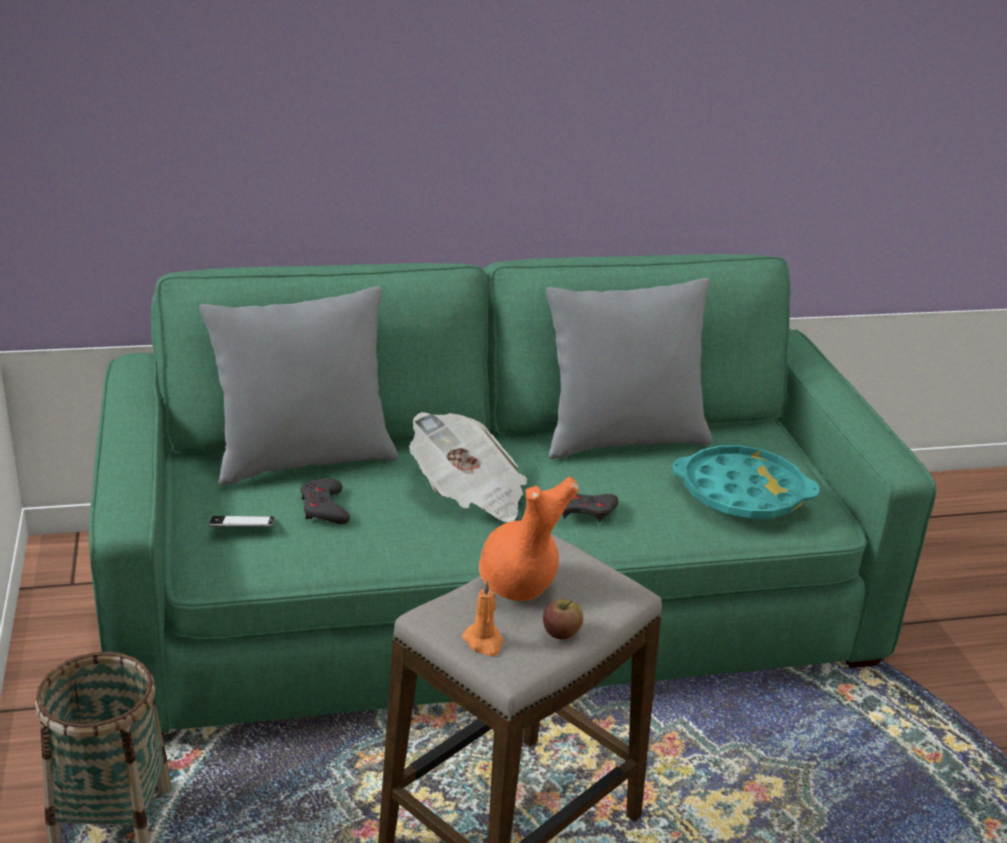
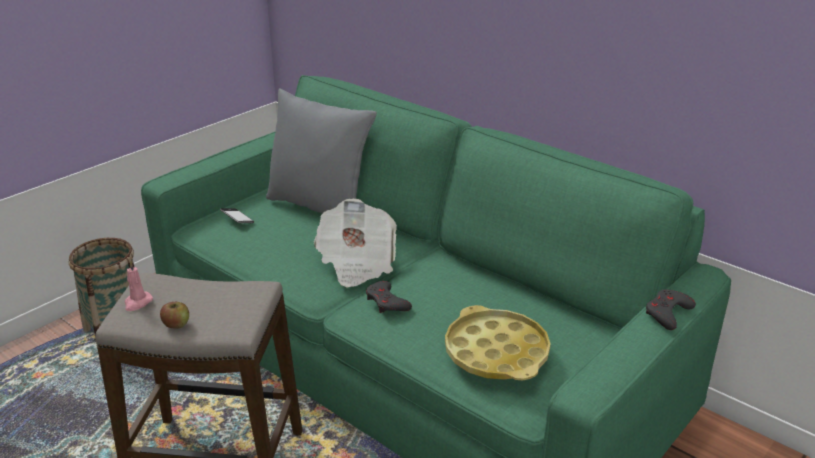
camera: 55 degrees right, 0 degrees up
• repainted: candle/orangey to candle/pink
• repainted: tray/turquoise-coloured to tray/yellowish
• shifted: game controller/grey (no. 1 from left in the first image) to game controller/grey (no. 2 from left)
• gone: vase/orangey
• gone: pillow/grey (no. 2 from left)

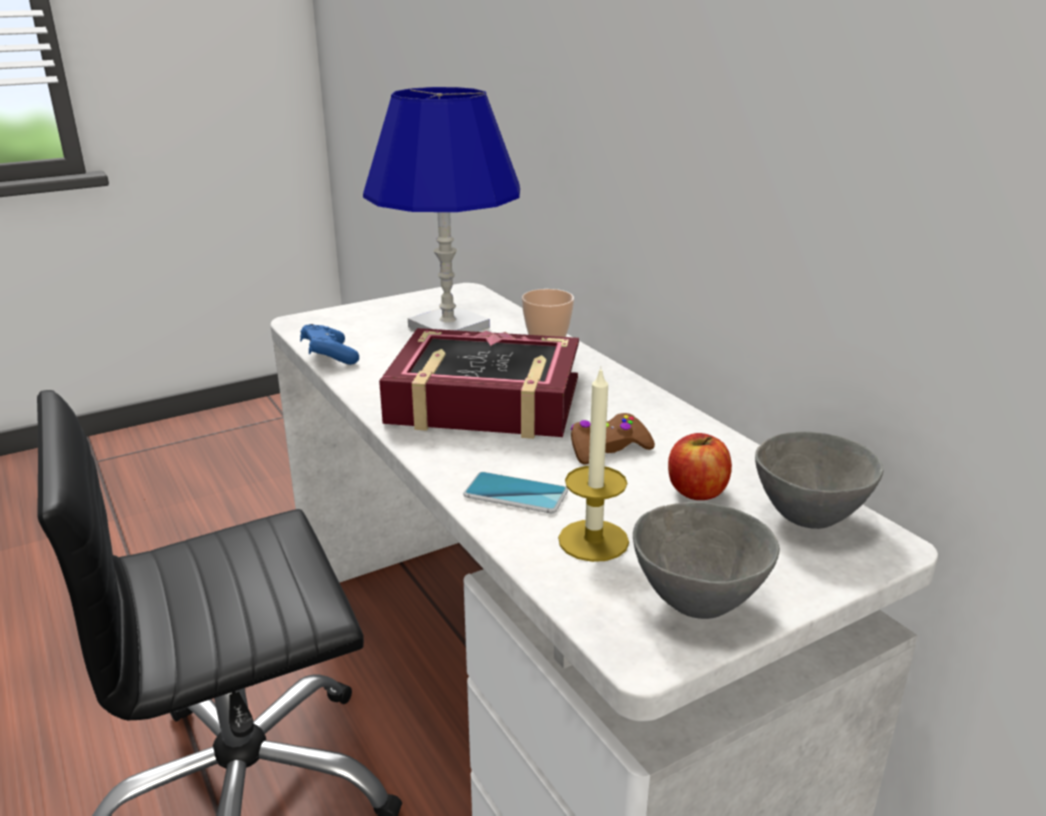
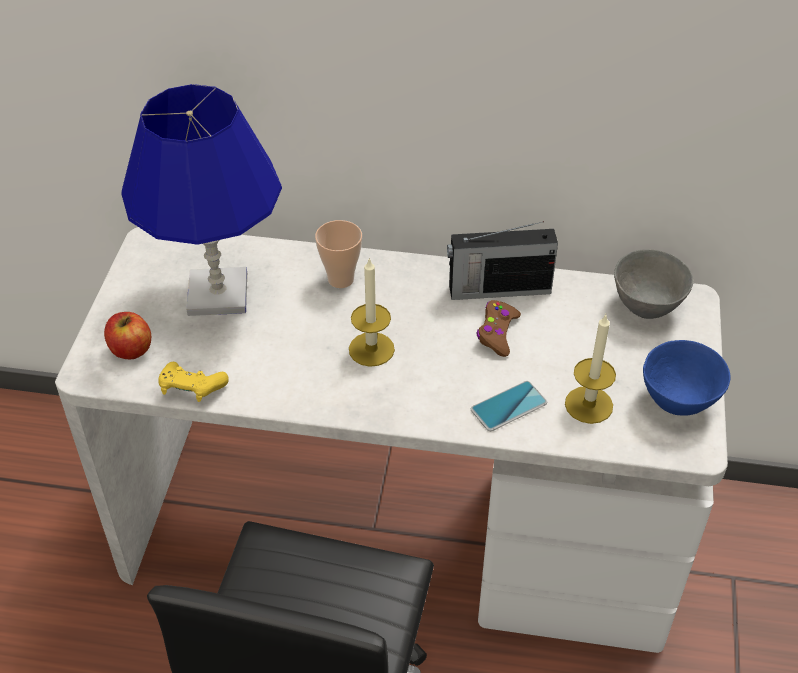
camera: 50 degrees left, 20 degrees up
• shifted: whole apple
• repainted: game controller/blue-coloured to game controller/yellowish
• swapped: volume to candle (no. 1 from left)
• new: radio receiver
• repainted: bowl/grey (no. 1 from left) to bowl/blue-coloured

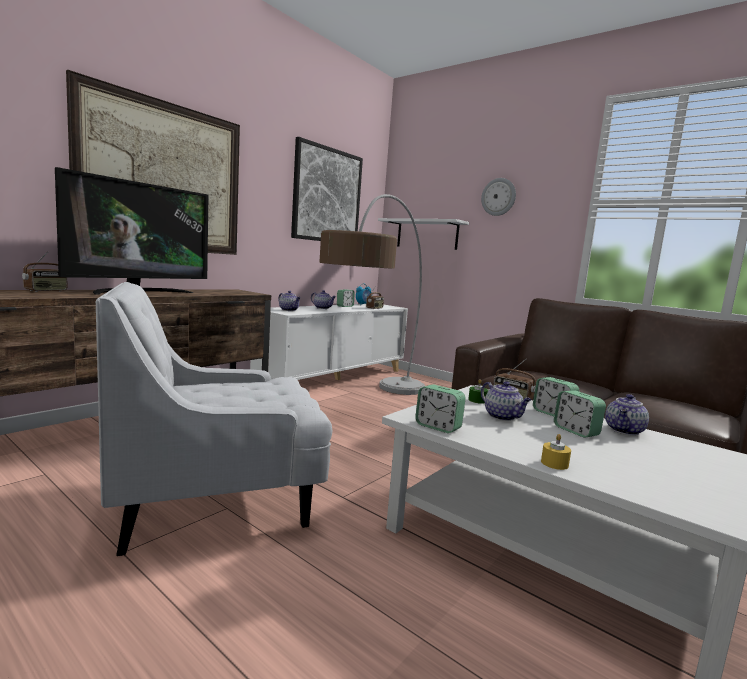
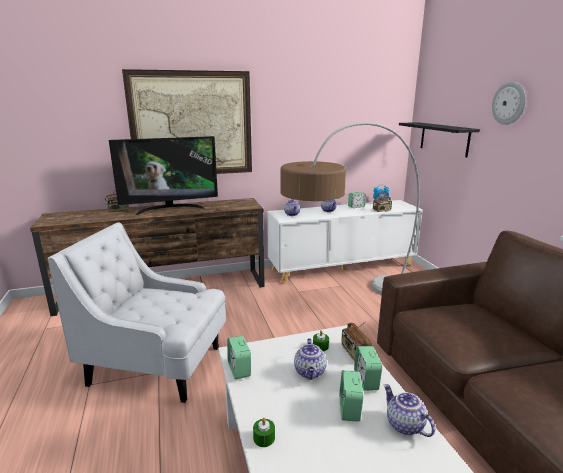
camera: 35 degrees right, 10 degrees up
• repainted: candle/yellowish to candle/greenish (no. 1 from left)
• rotated: pot for tea (no. 4 from left) 75 degrees clockwise
• repainted: bracket shelf/whitish to bracket shelf/black
• gone: wall picture (no. 2 from left)

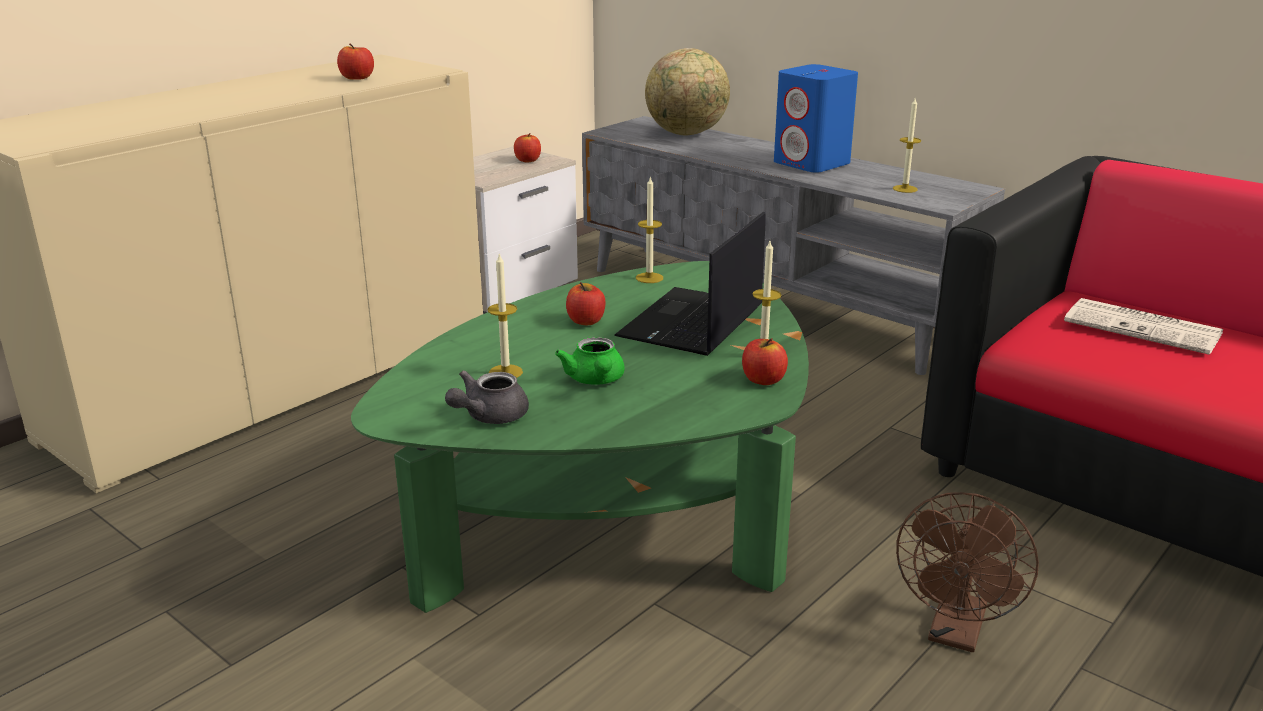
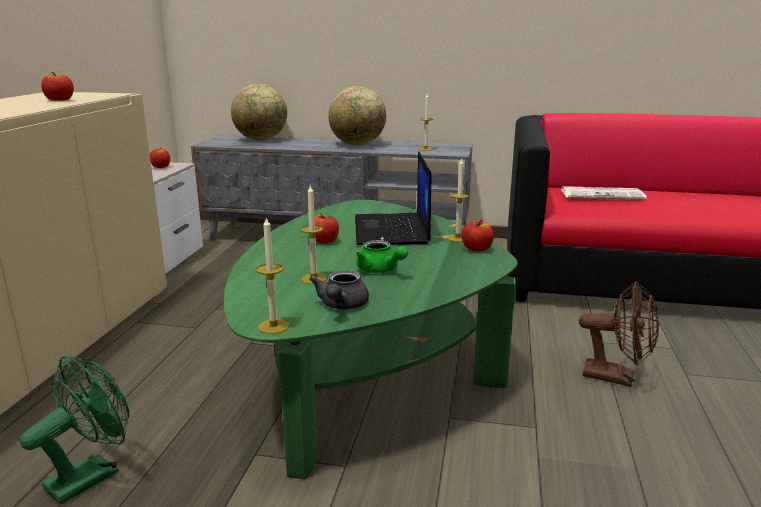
camera: 30 degrees left, 5 degrees down
• new: fan/greenish
• shifted: candle (no. 2 from left in the first image) to candle (no. 1 from left)
• swapped: loudspeaker/blue-coloured to world globe (no. 2 from left)
• rotated: fan/brownish 60 degrees counterclockwise

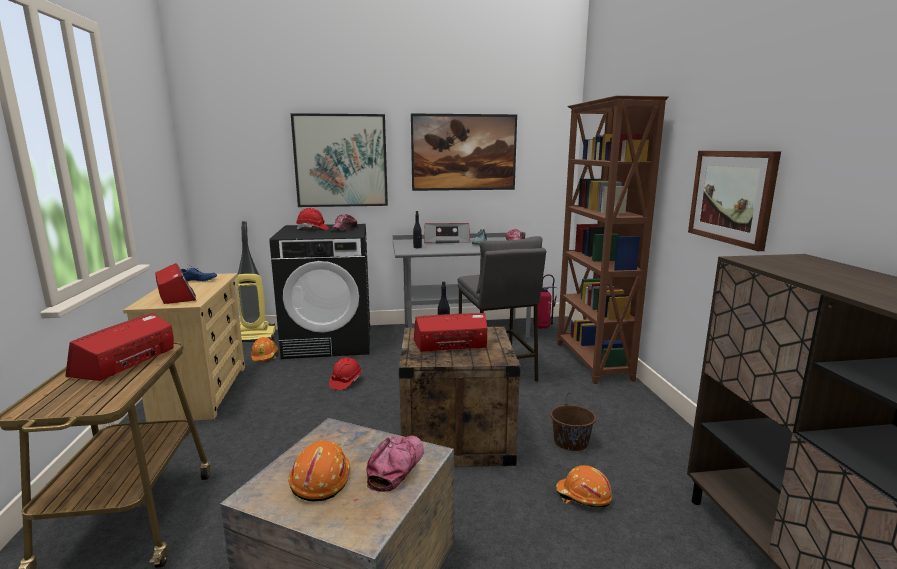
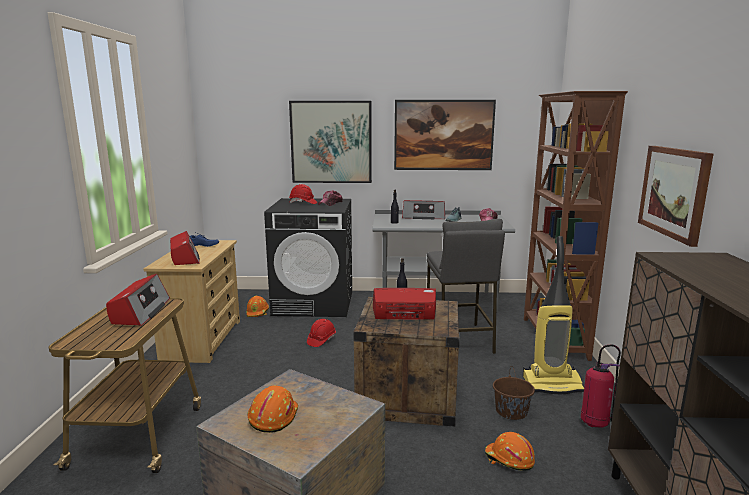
camera: 10 degrees right, 0 degrees up
• rotated: radio receiver (no. 1 from left) 150 degrees clockwise
• shifted: vacuum cleaner
• shifted: extinguisher
• gone: peaked cap (no. 2 from left)

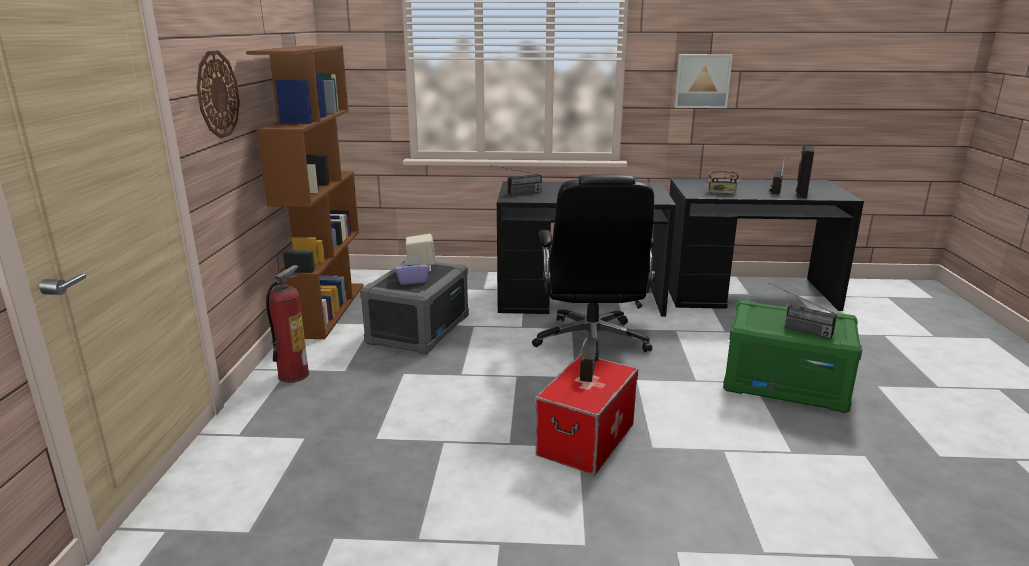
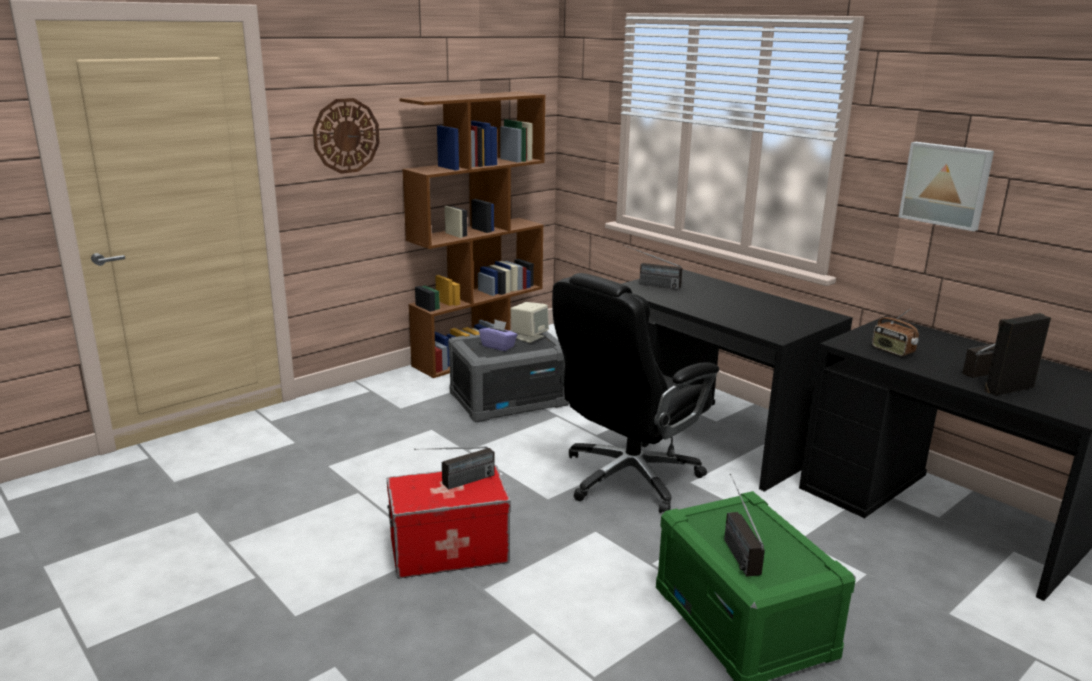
camera: 45 degrees right, 0 degrees up
• gone: extinguisher

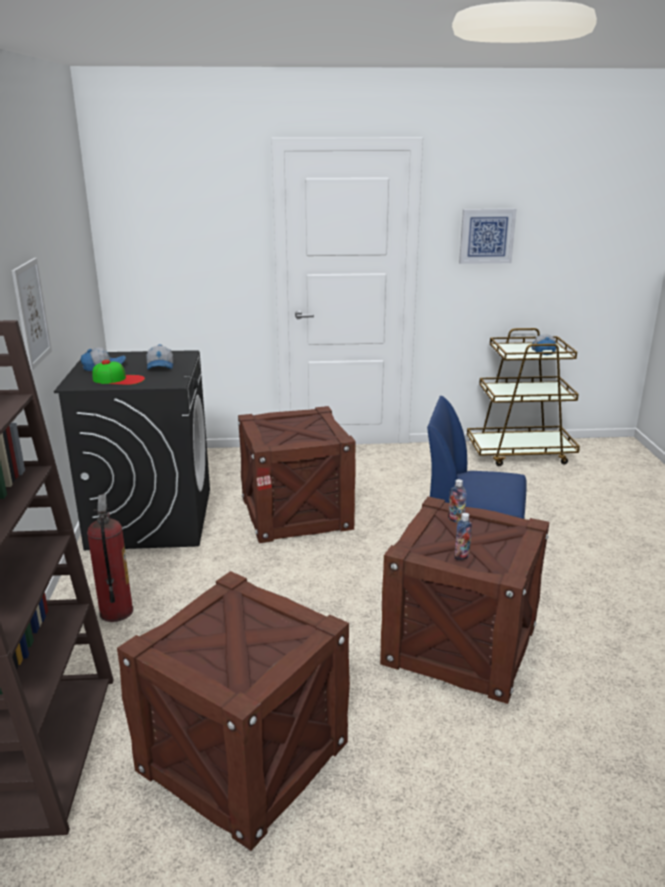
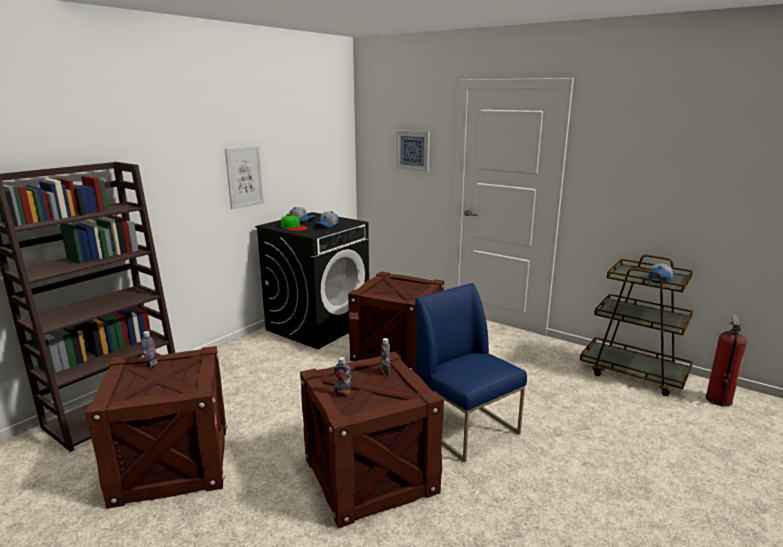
camera: 40 degrees right, 5 degrees down
• new: bottle (no. 1 from left)
• shifted: wall picture (no. 2 from left)
• shifted: extinguisher

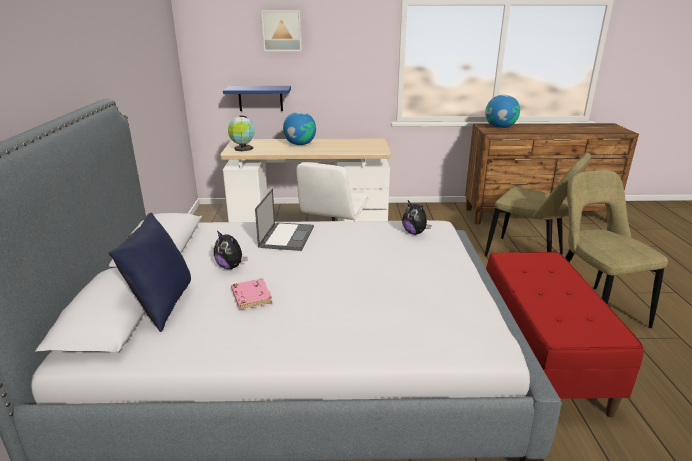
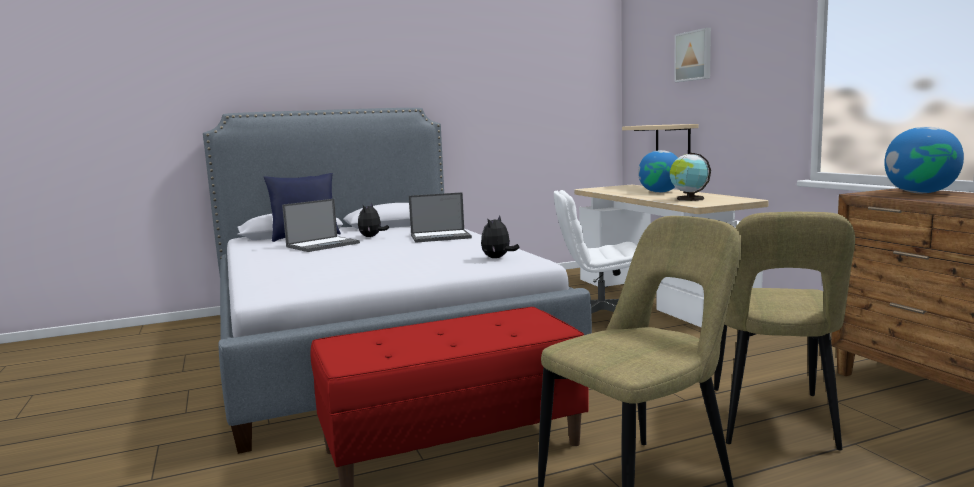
camera: 70 degrees right, 15 degrees down
• swapped: volume/pink to portable computer (no. 1 from left)
• repainted: bracket shelf/blue-coloured to bracket shelf/beige-coloured
• shifted: world globe (no. 1 from left in the first image) to world globe (no. 2 from left)

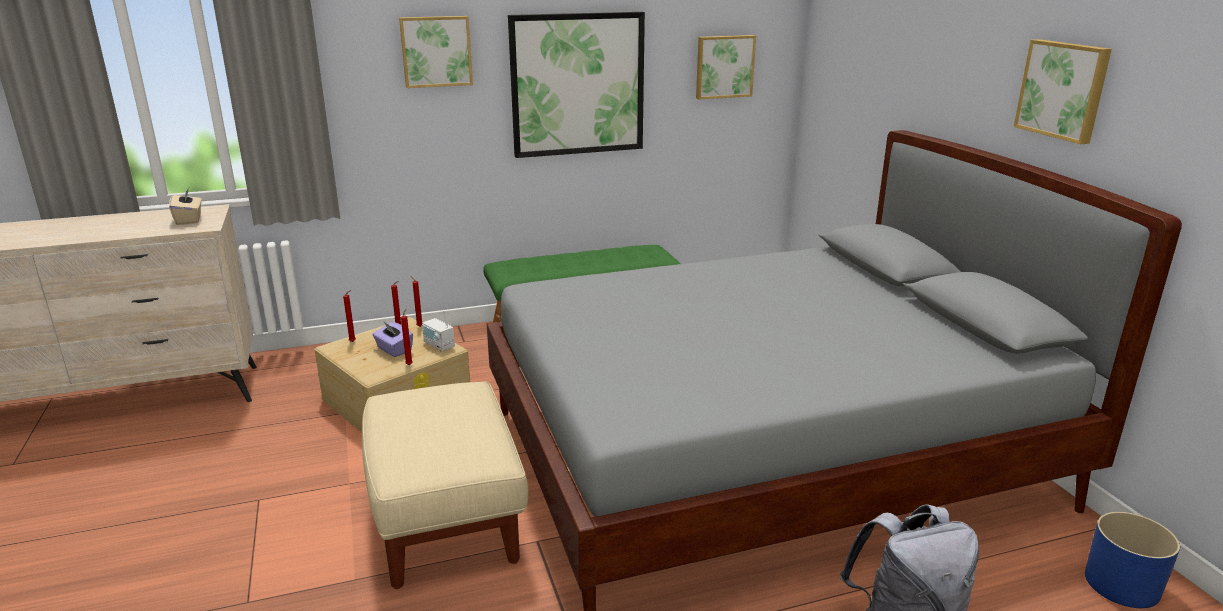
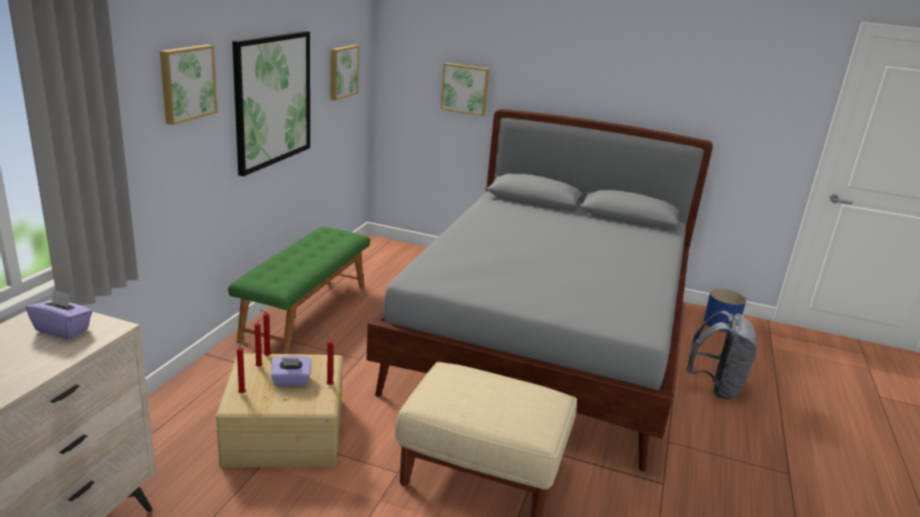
camera: 55 degrees left, 0 degrees up
• repainted: box of tissues/beige-coloured to box of tissues/purple-coloured (no. 1 from left)
• shifted: wall picture (no. 4 from left)
• gone: radio receiver

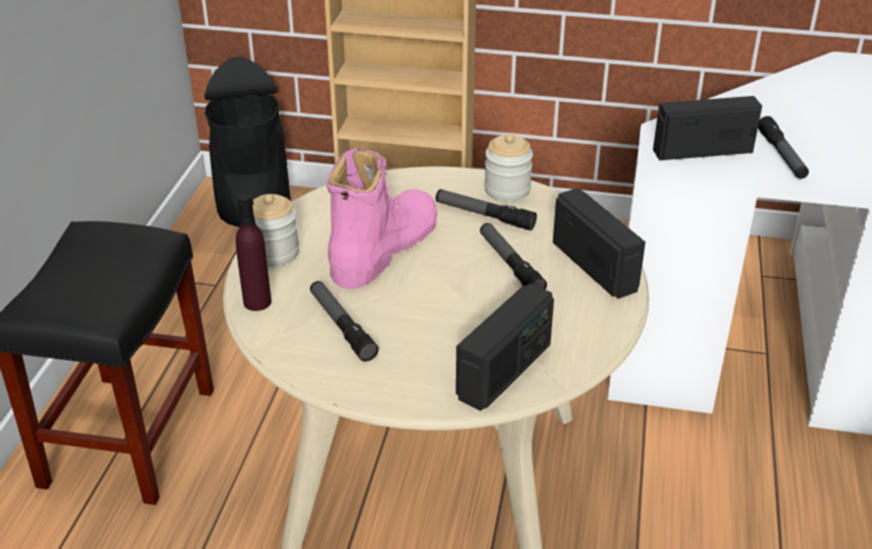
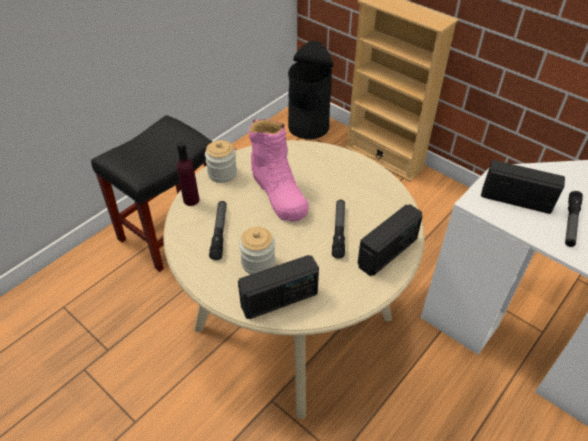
camera: 30 degrees right, 10 degrees up
• shifted: jar (no. 2 from left)
• rotated: tall boot/pink 90 degrees clockwise
• rotated: radio receiver (no. 2 from left) 45 degrees clockwise
• gone: flashlight (no. 2 from left)

